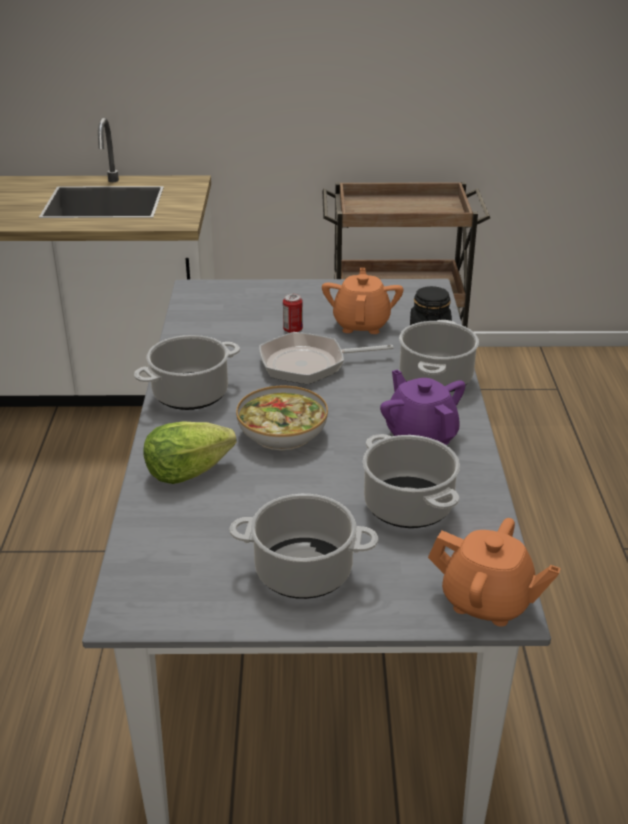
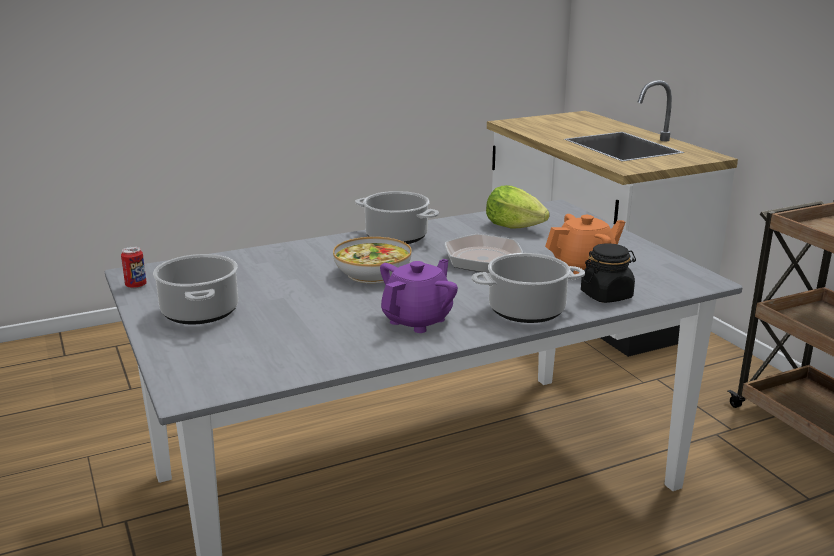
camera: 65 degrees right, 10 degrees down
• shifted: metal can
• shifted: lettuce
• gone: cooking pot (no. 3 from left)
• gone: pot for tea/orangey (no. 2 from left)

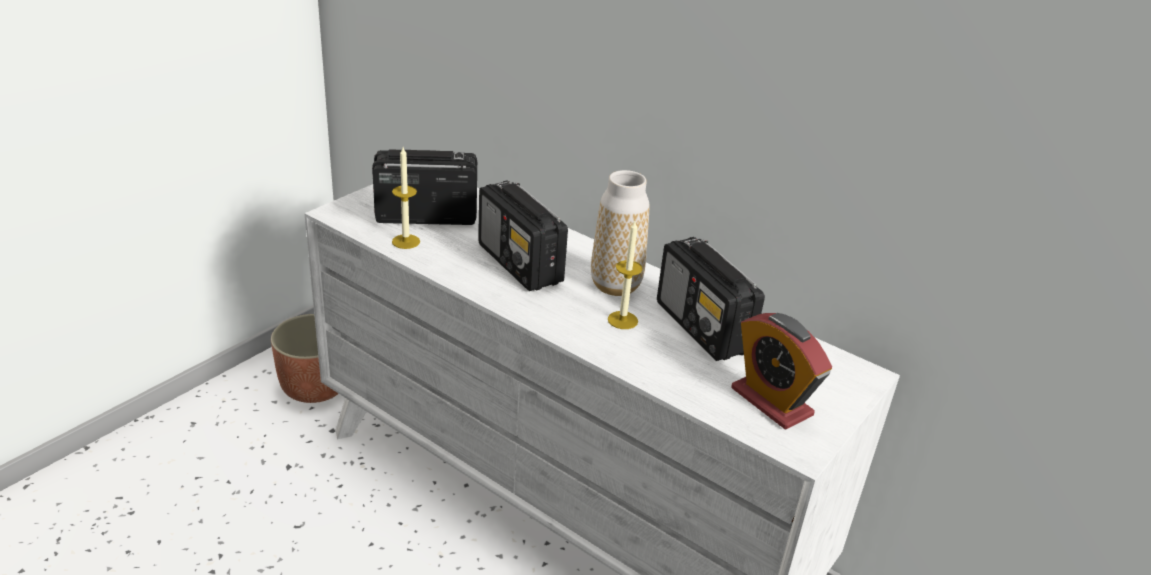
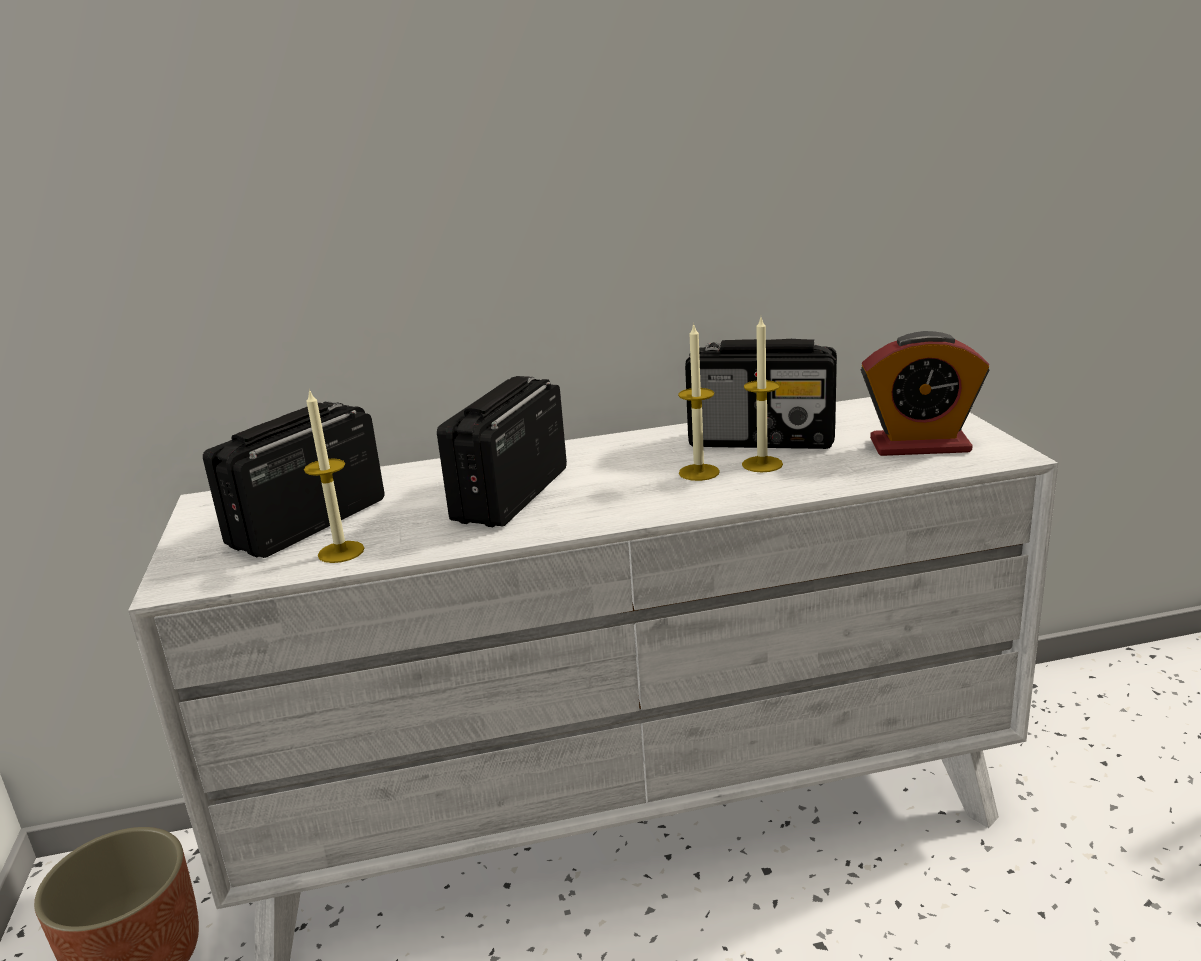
camera: 45 degrees left, 10 degrees down
• rotated: radio receiver (no. 2 from left) 105 degrees clockwise
• new: candle (no. 3 from left)
• gone: vase

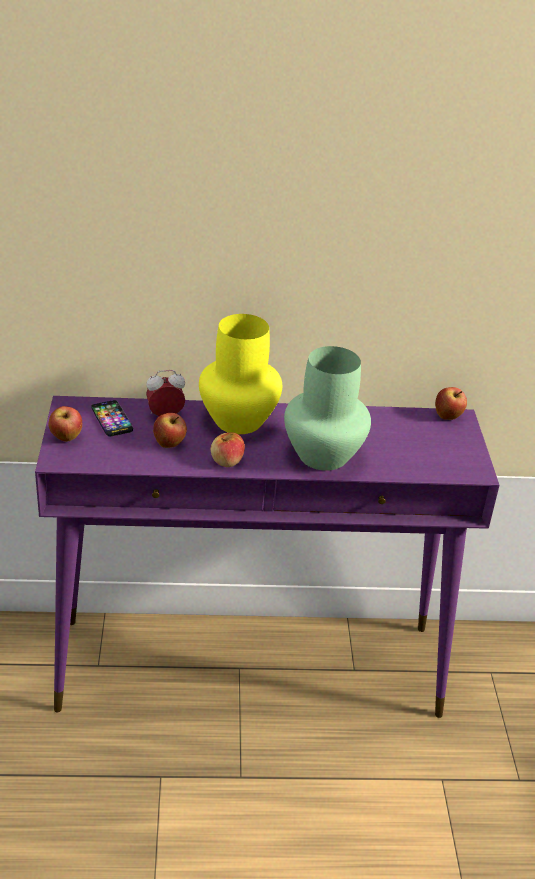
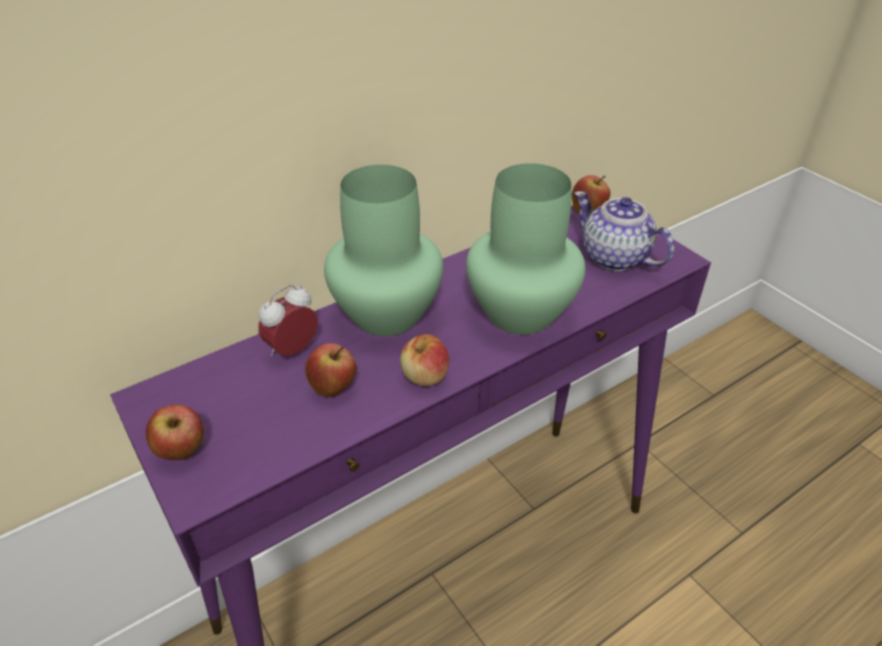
camera: 30 degrees left, 5 degrees up
• repainted: vase/yellowish to vase/greenish (no. 1 from left)
• new: pot for tea
• gone: telephone

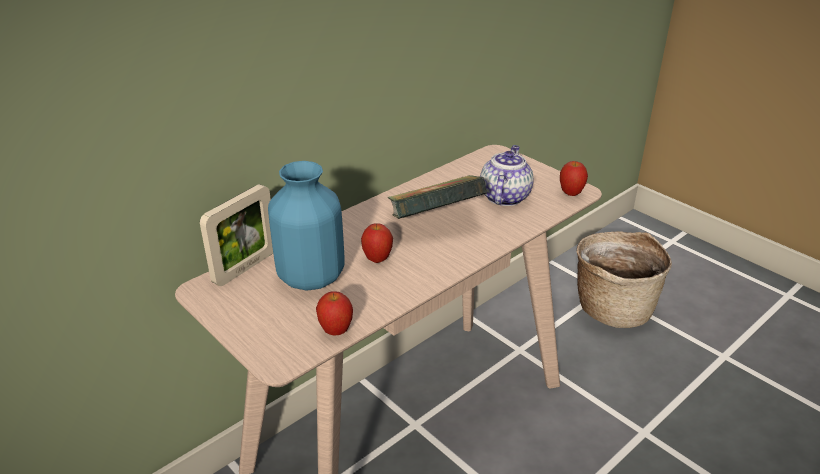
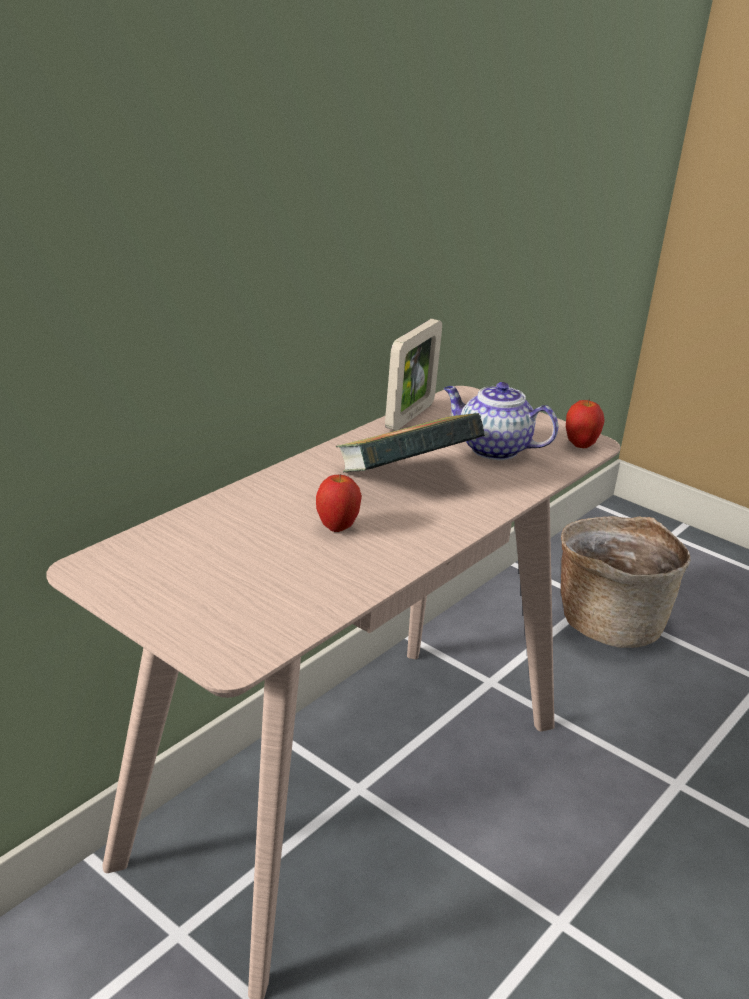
camera: 10 degrees left, 5 degrees down
• shifted: standing frame
• rotated: pot for tea 75 degrees counterclockwise
• gone: vase/blue-coloured
• gone: whole apple (no. 1 from left)

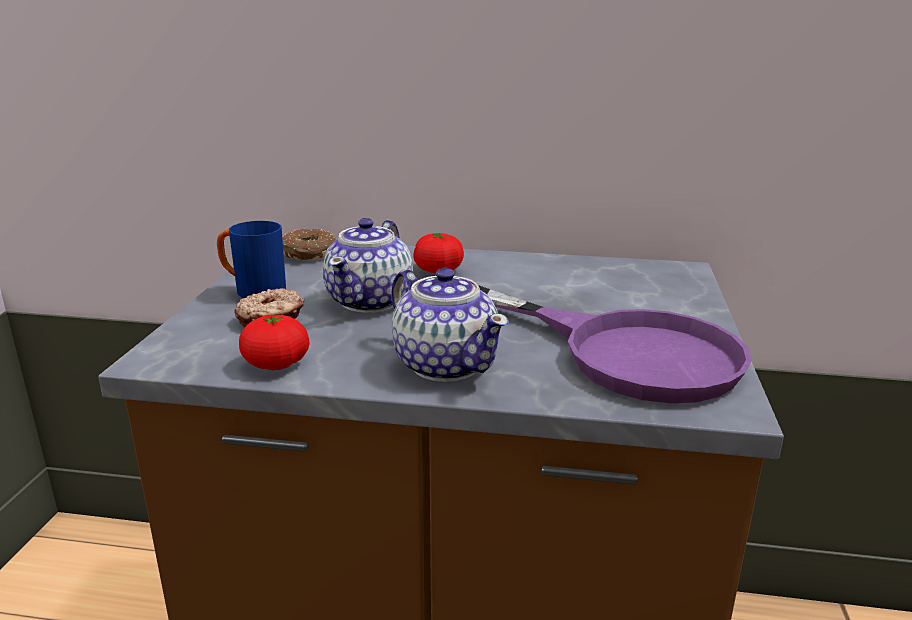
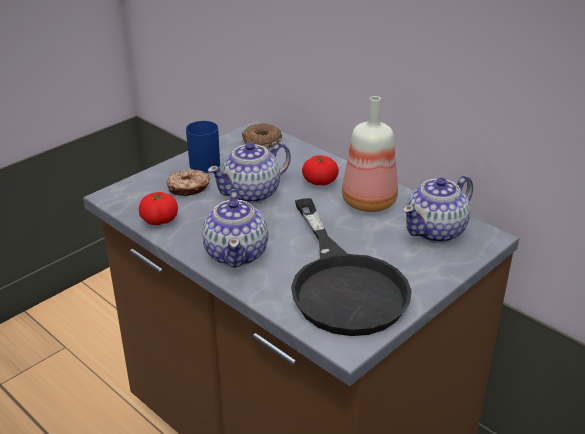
camera: 35 degrees right, 10 degrees up
• repainted: frying pan/purple-coloured to frying pan/black
• new: bottle
• new: pot for tea (no. 3 from left)

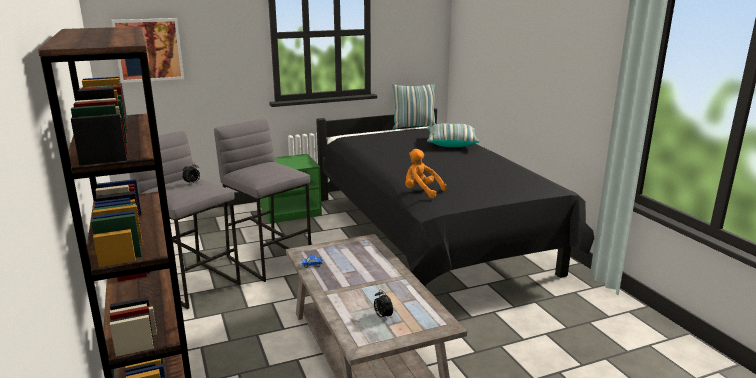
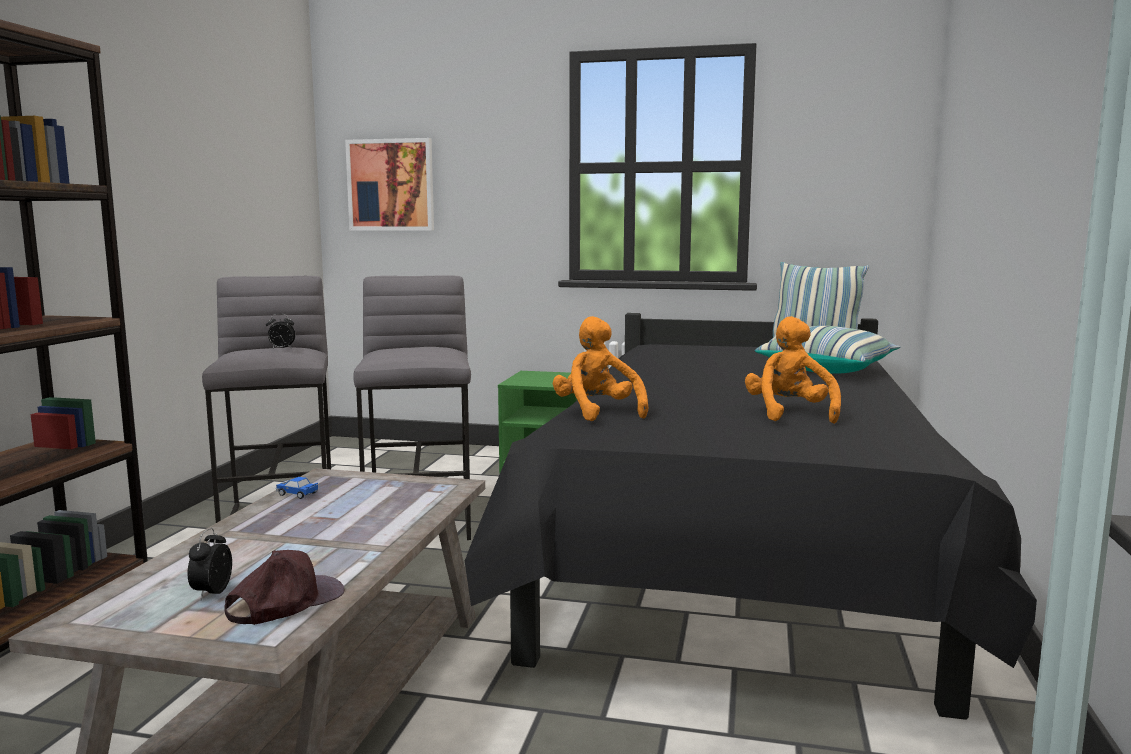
camera: 35 degrees right, 10 degrees down
• new: peaked cap/brownish
• new: cuddly toy/orangey (no. 2 from left)

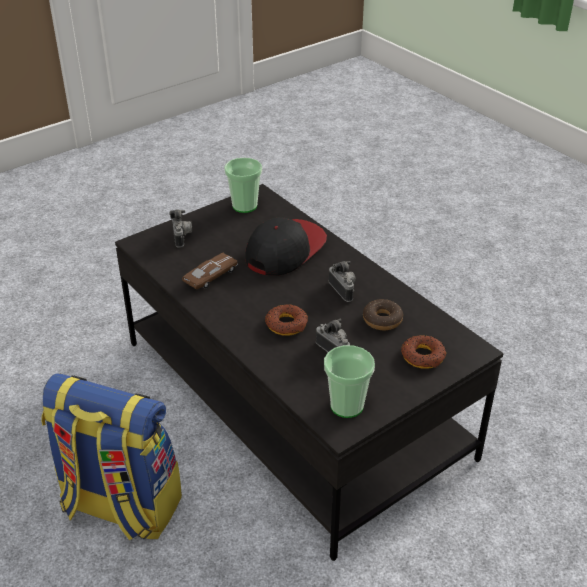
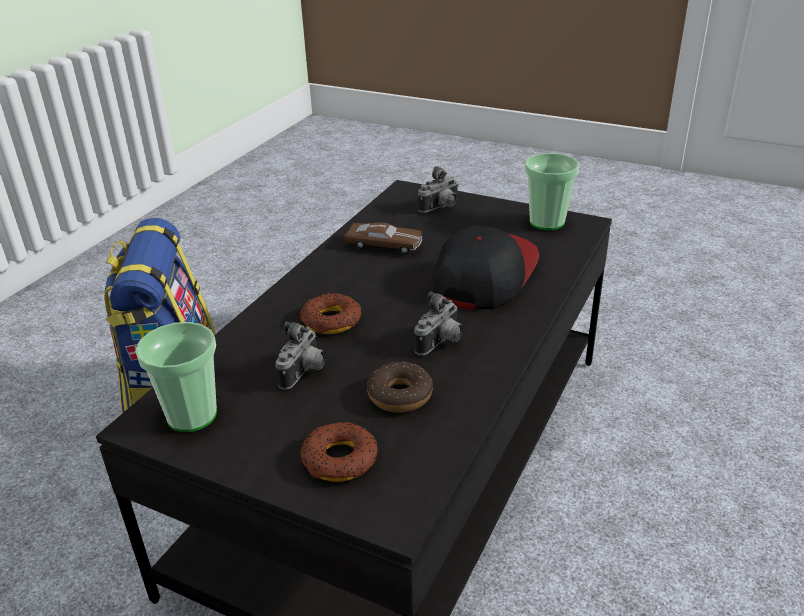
camera: 65 degrees right, 5 degrees down
• rotated: peaked cap 75 degrees counterclockwise

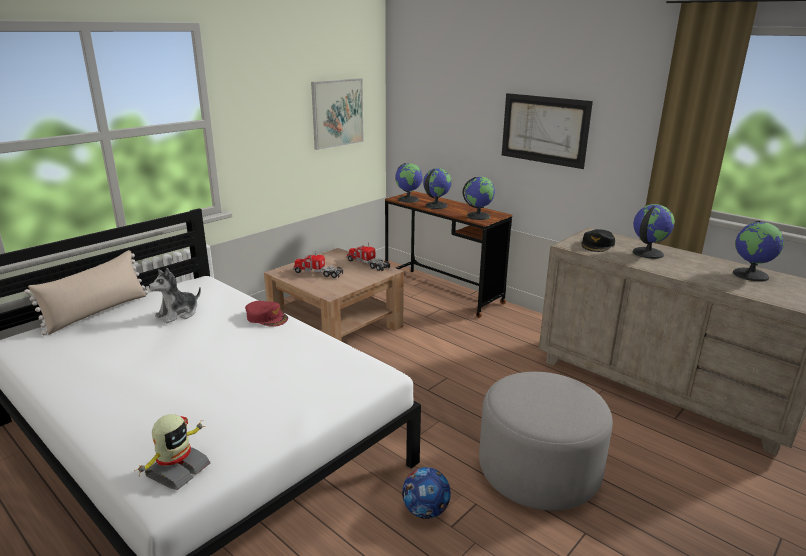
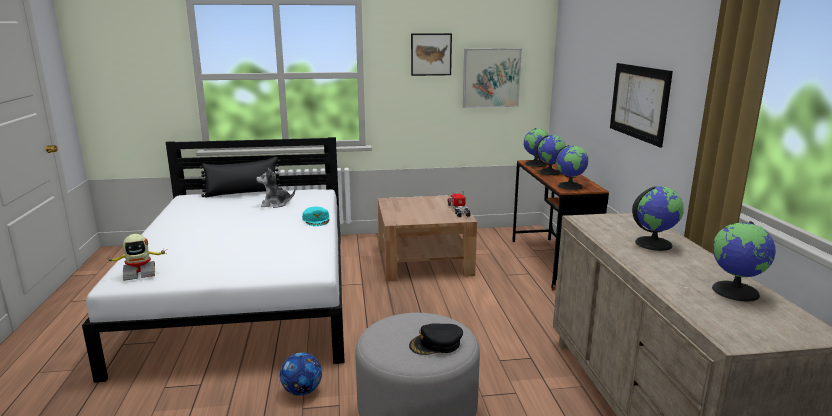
camera: 40 degrees right, 5 degrees down
• repainted: pillow/beige-coloured to pillow/black
• repainted: peaked cap/red to peaked cap/turquoise-coloured
• shifted: peaked cap/black
• new: wall picture (no. 1 from left)
• gone: toy truck (no. 1 from left)

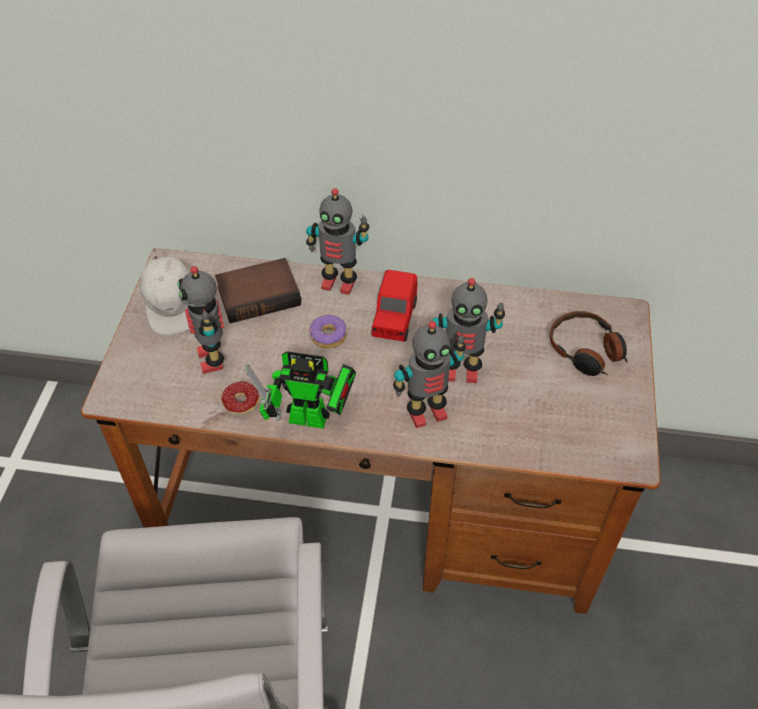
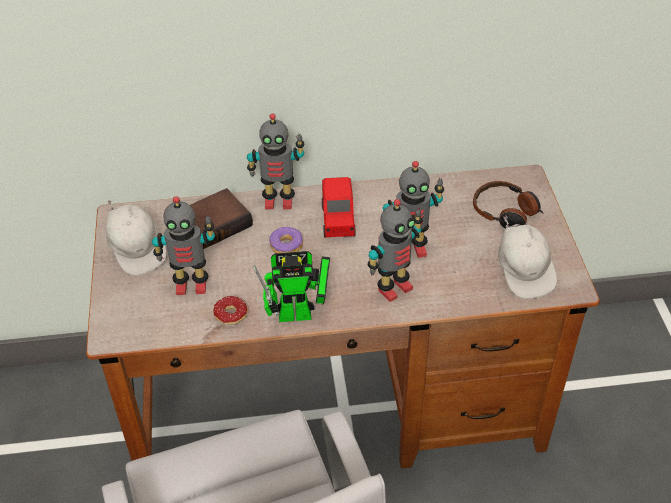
camera: 15 degrees left, 5 degrees down
• rotated: toy robot (no. 1 from left) 60 degrees counterclockwise
• new: peaked cap/whitish (no. 2 from left)

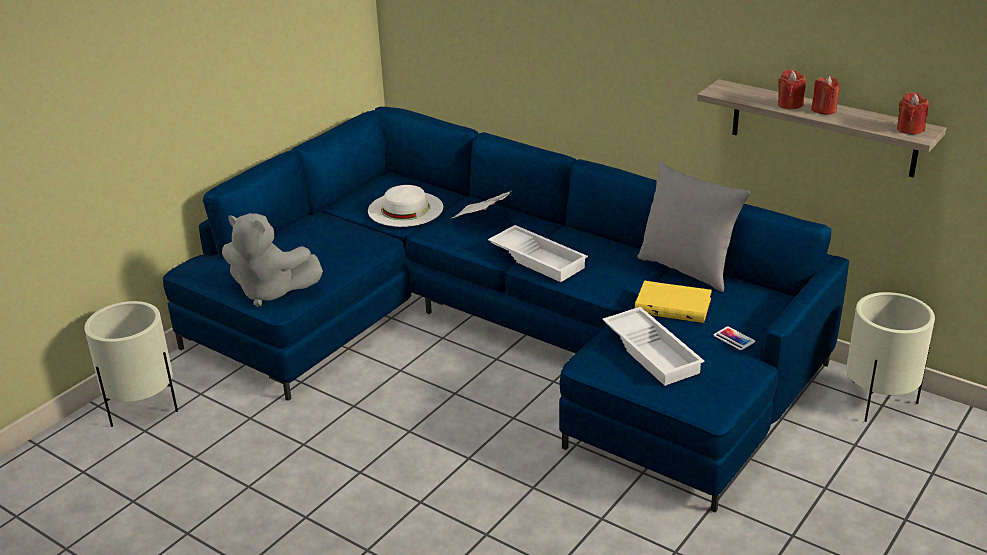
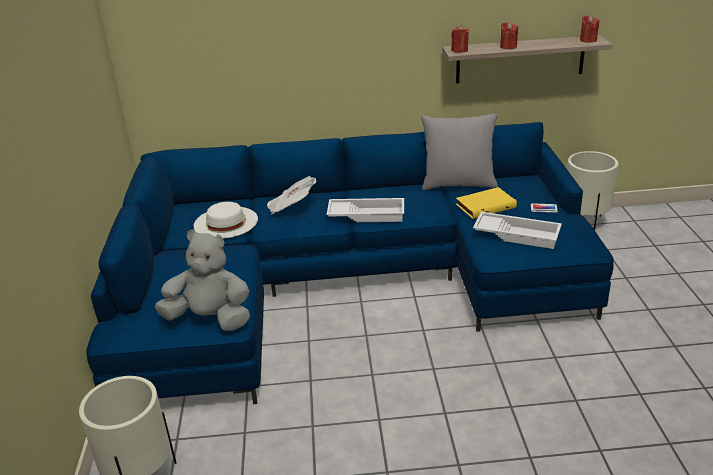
camera: 40 degrees left, 0 degrees up
• rotated: cuddly toy/grey 150 degrees counterclockwise
• shifted: candle/red (no. 2 from left in the first image) to candle/red (no. 1 from left)

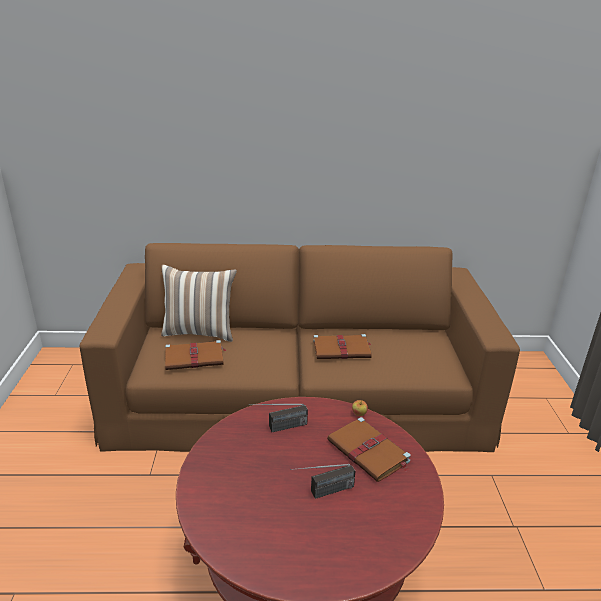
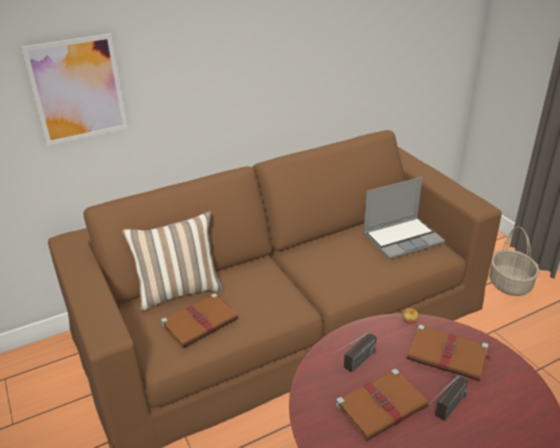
camera: 25 degrees left, 5 degrees up
• new: wall picture
• shifted: volume/brownish (no. 2 from left)
• new: portable computer
• new: basket

